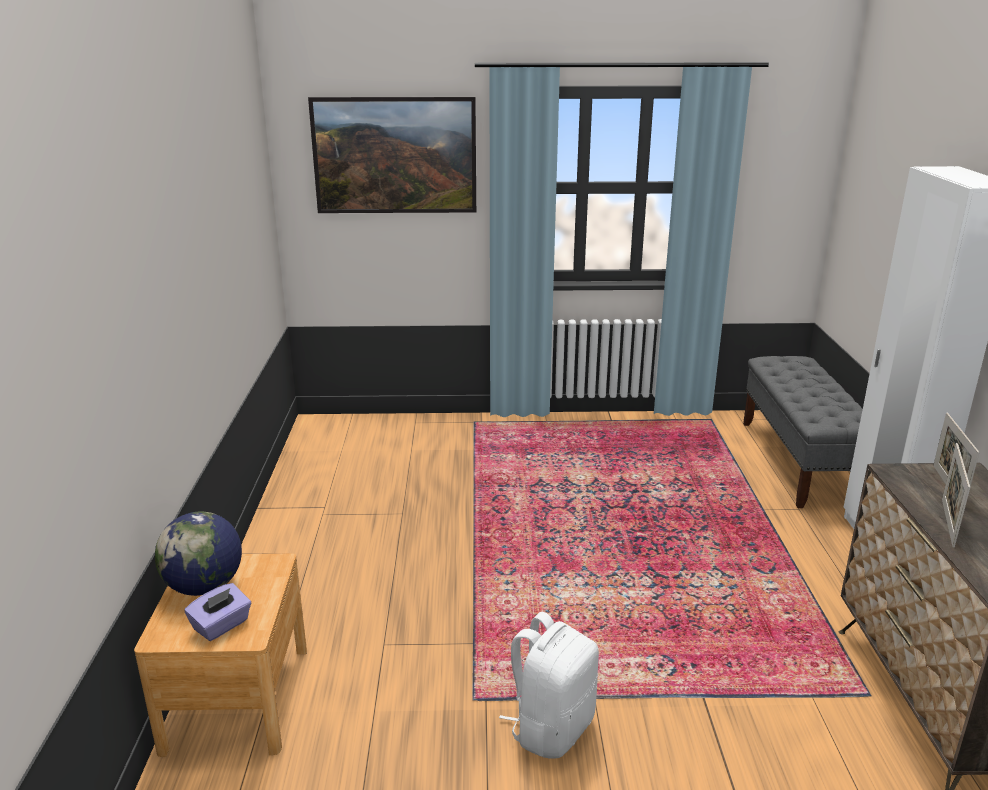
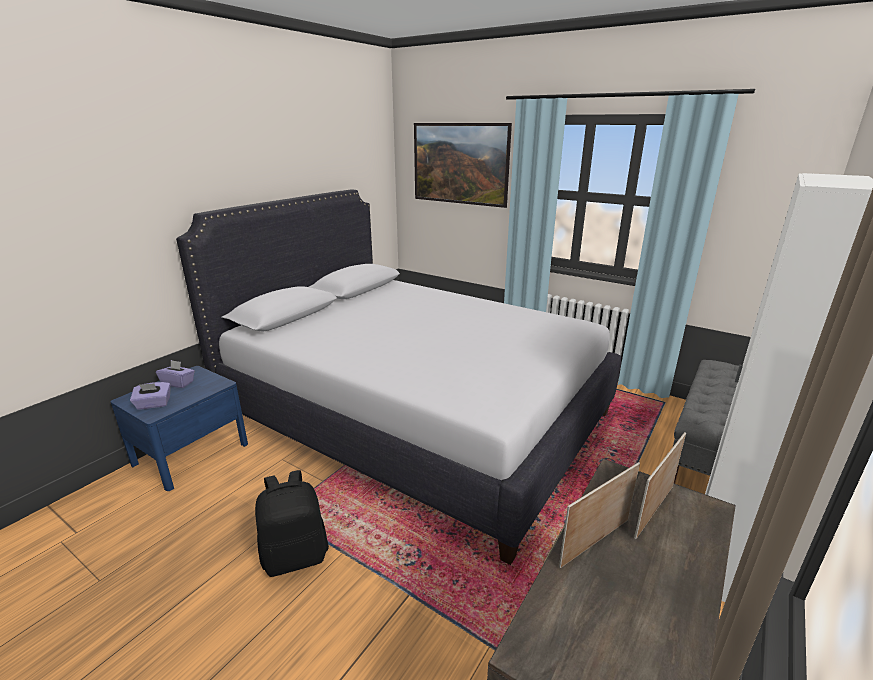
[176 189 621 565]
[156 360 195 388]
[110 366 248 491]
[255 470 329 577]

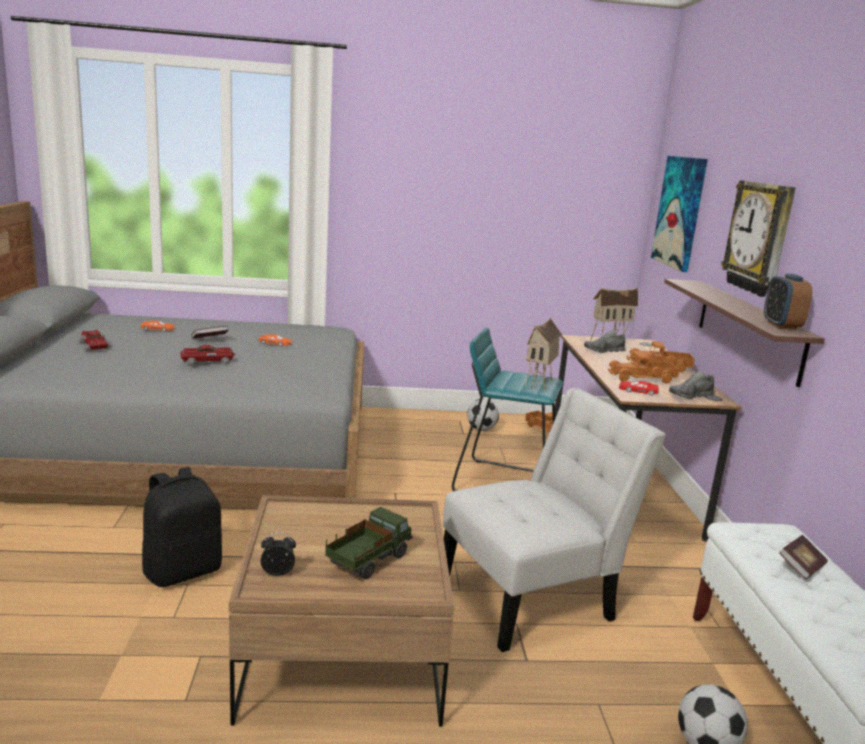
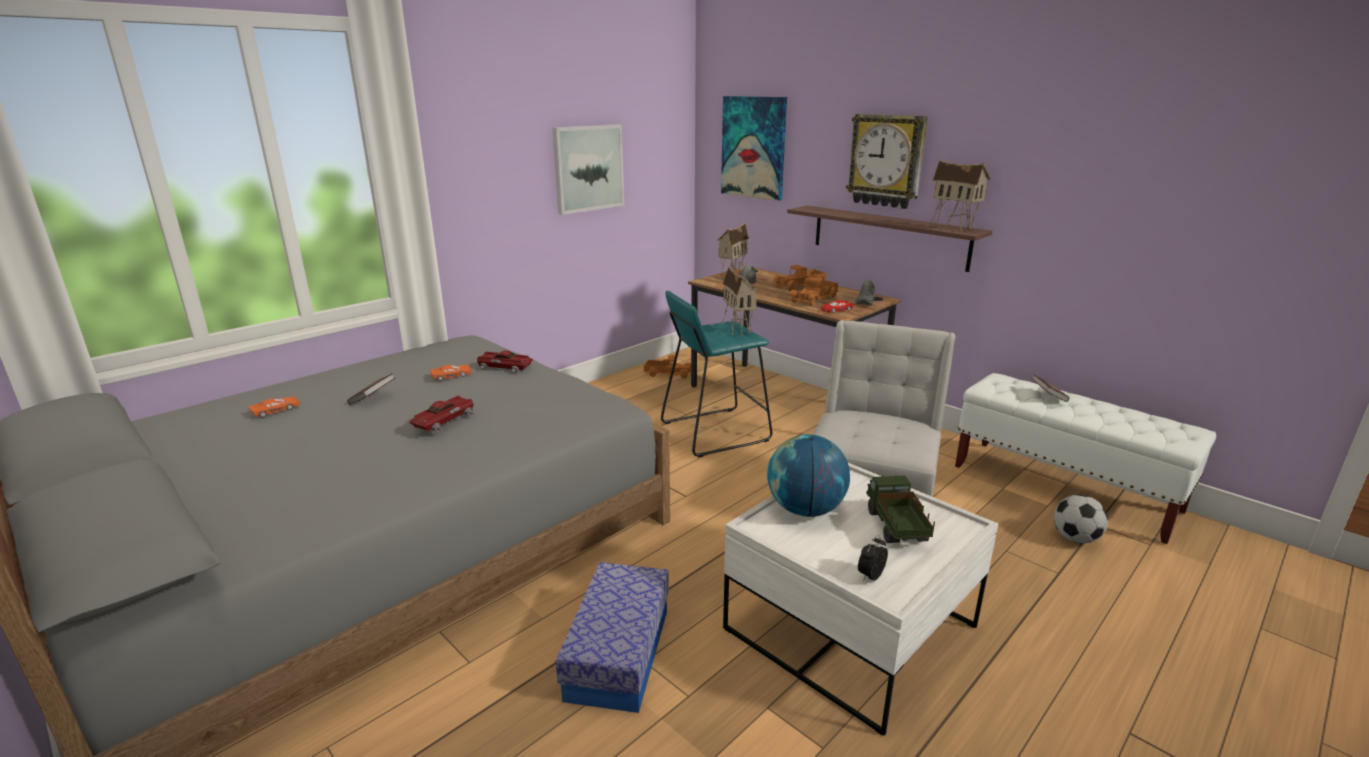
[467 399 499 431] (first image)
[552 124 624 215]
[767 434 850 517]
[477 350 533 373]
[556 562 669 713]
[929 160 991 232]
[723 463 998 736]

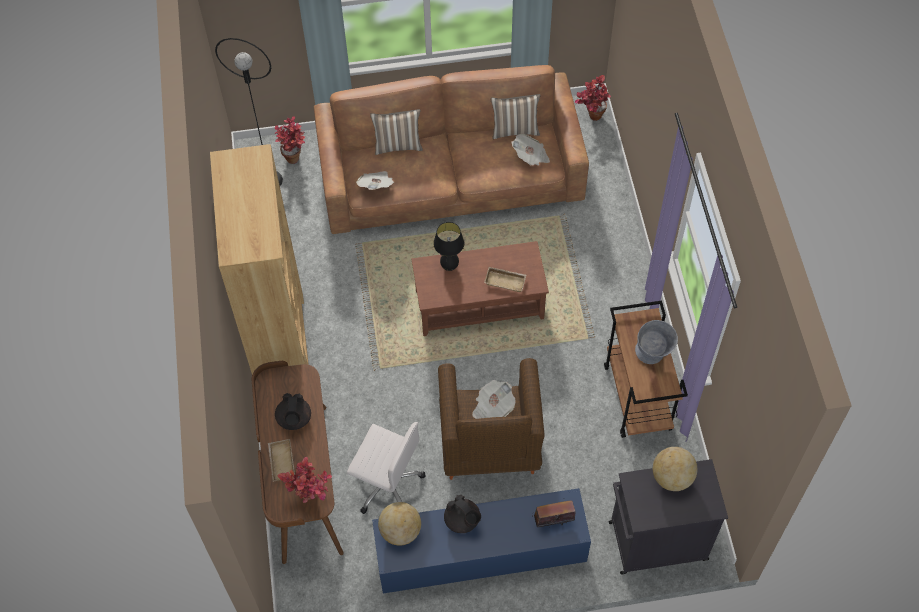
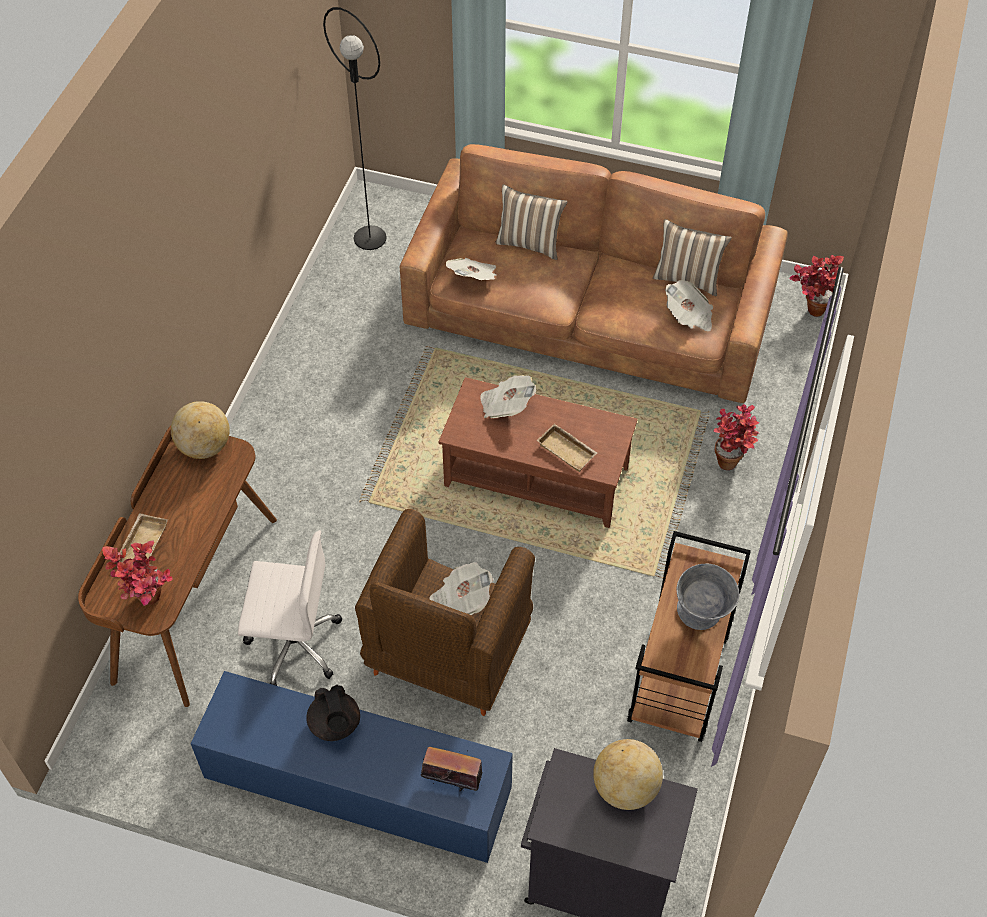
[210 144 309 375] (first image)
[275 393 311 430] (first image)
[713 404 759 470]
[171 401 230 459]
[480 375 536 418]
[238 530 342 686]

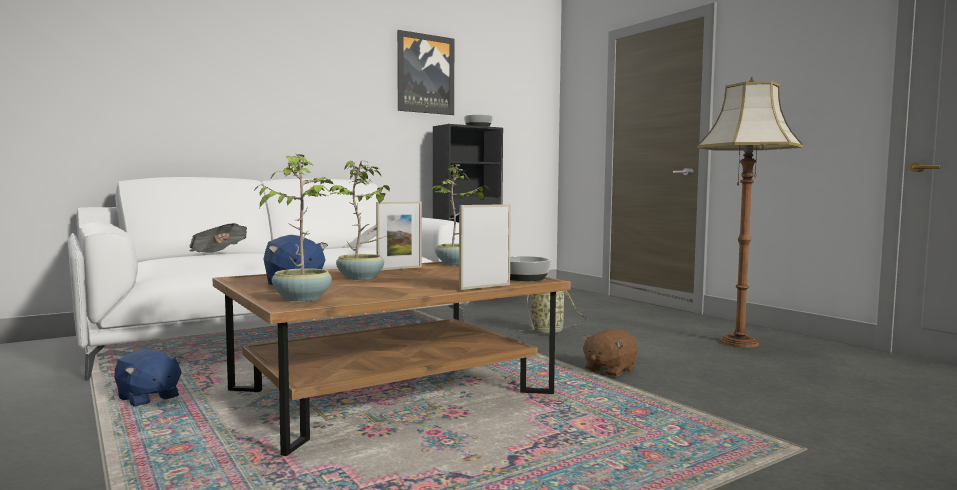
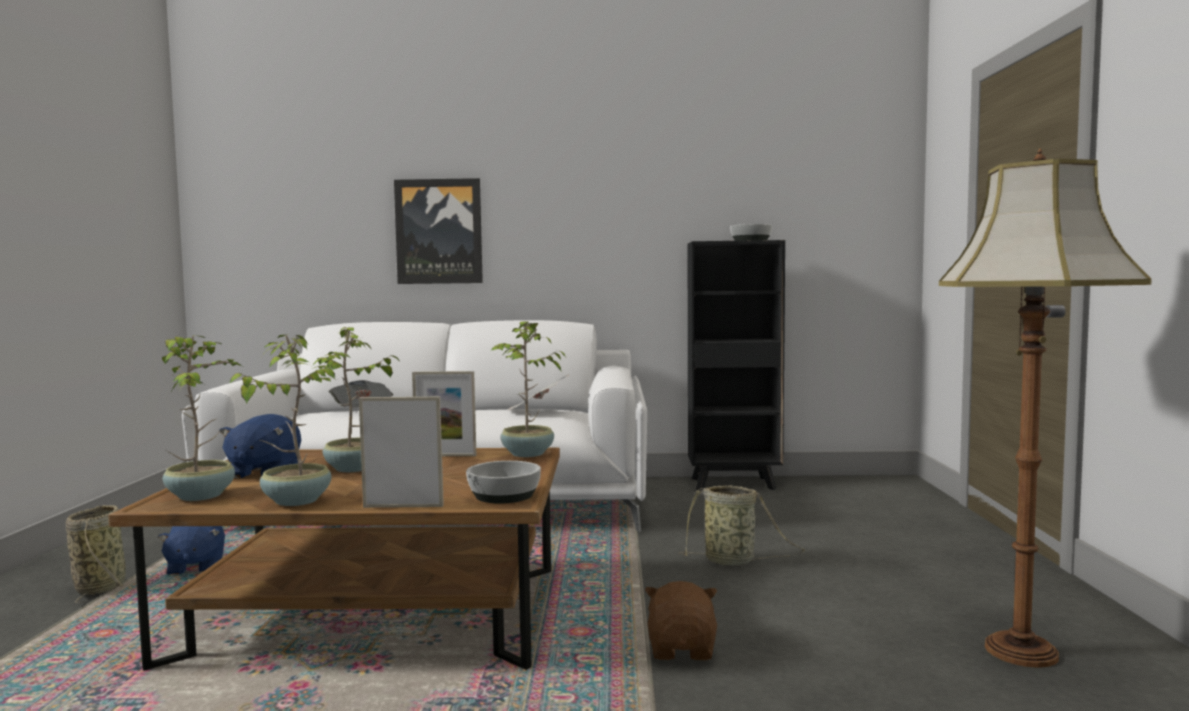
[66 505 126 604]
[229 334 337 506]
[394 178 483 284]
[645 581 717 661]

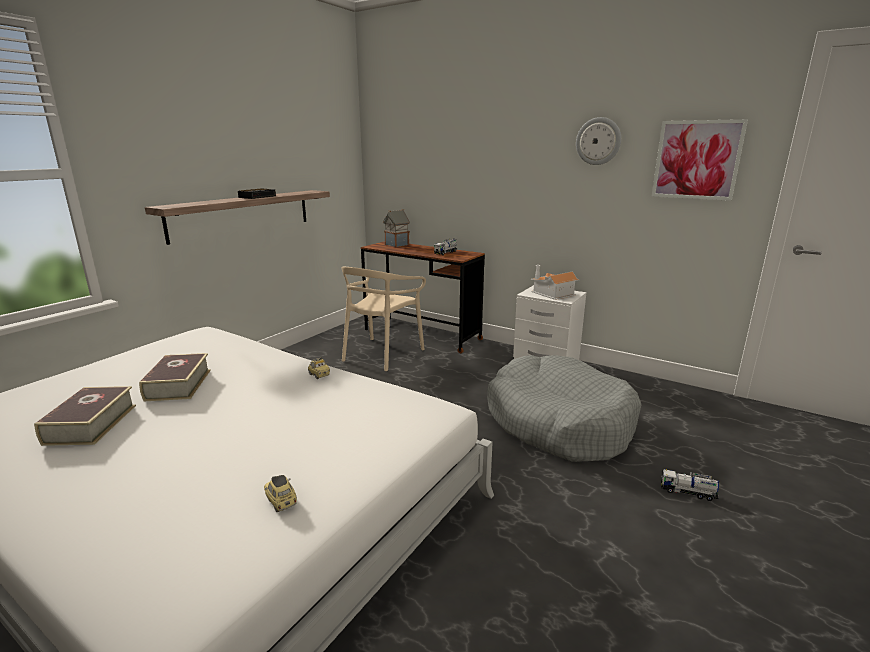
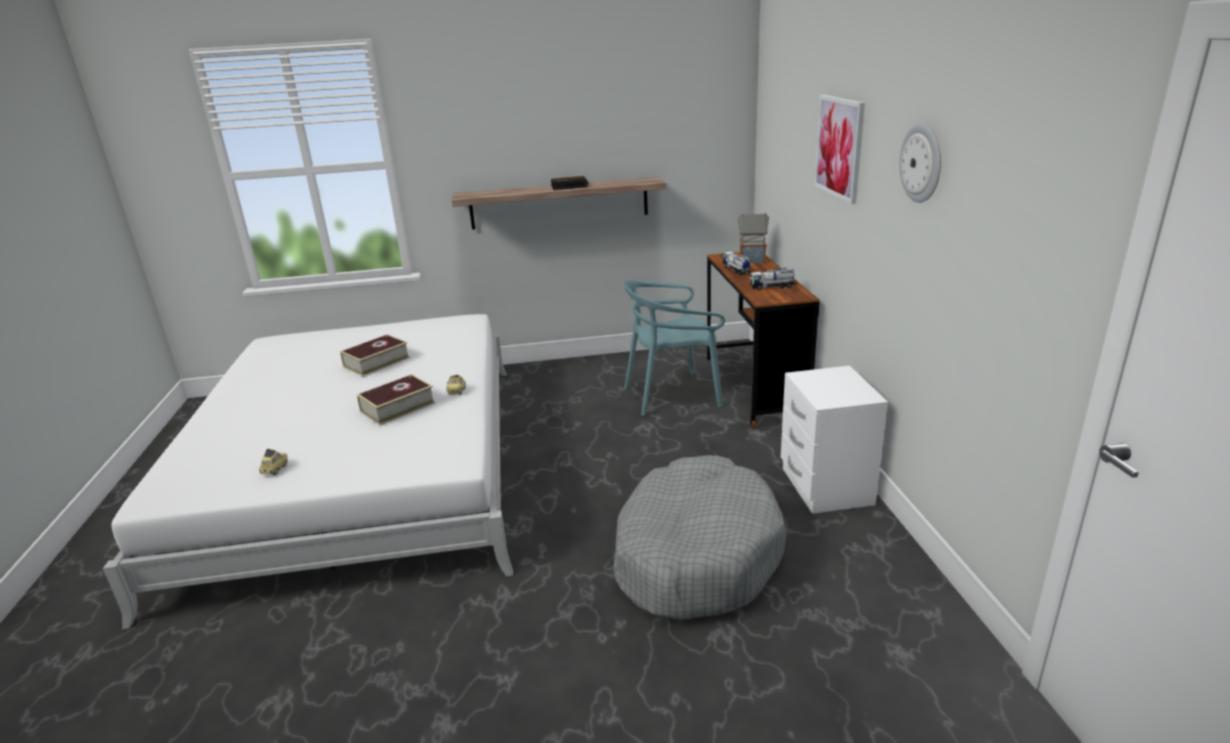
[530 265 579 300] (first image)
[357 375 435 425]
[814 95 865 204]
[723 251 751 275]
[623 280 725 416]

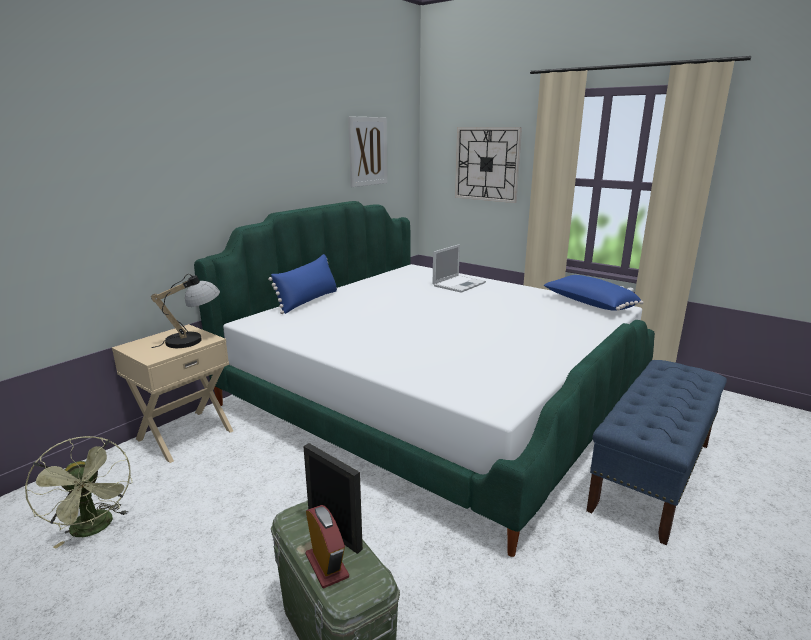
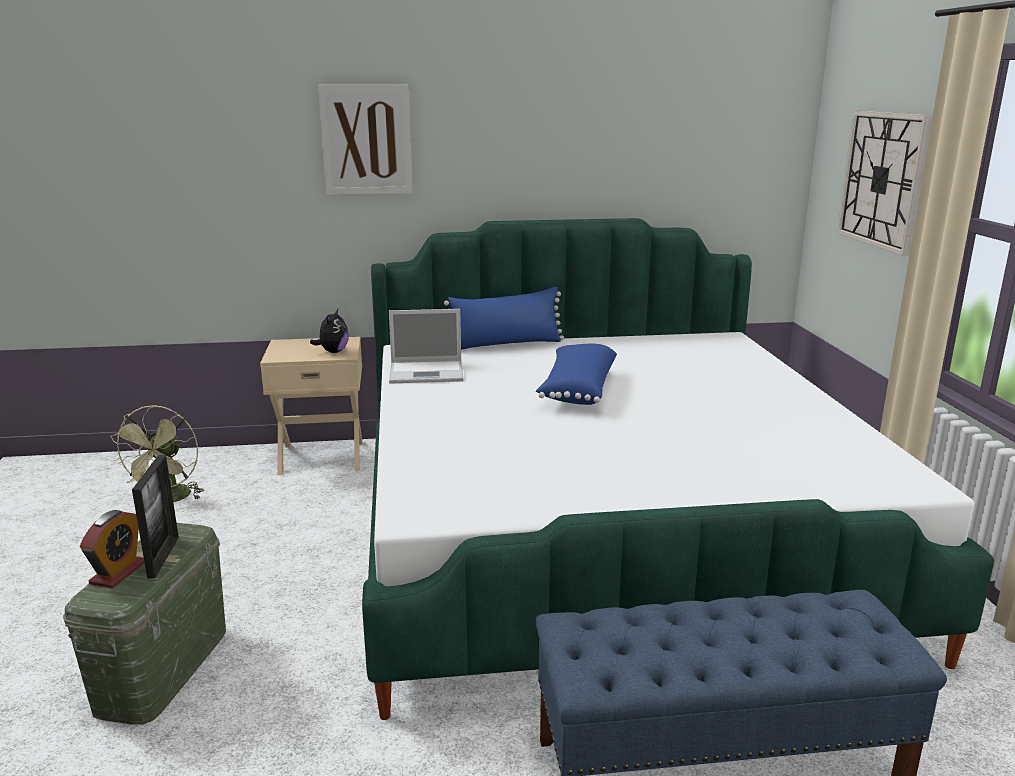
[318 85 413 195]
[389 309 463 384]
[536 344 617 405]
[310 309 349 353]

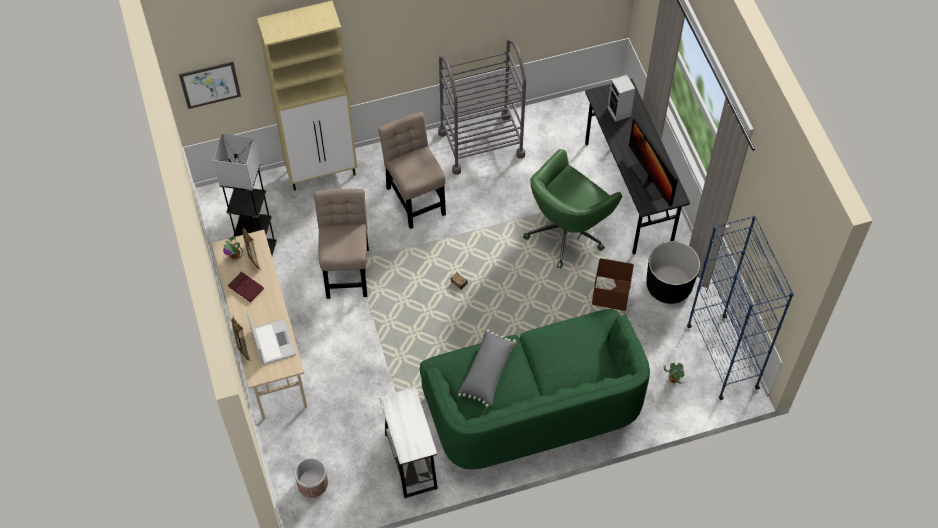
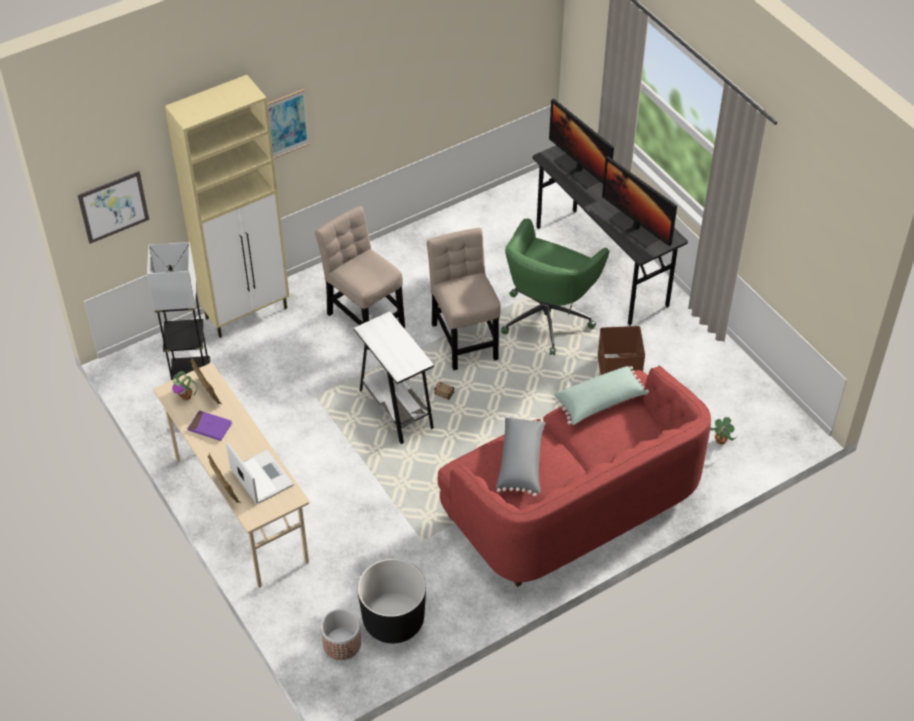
[438 39 526 175] (first image)
[687 215 794 400] (first image)
[267 89 310 159]
[552 366 649 425]
[427 228 500 370]
[354 312 434 444]
[357 559 426 643]
[549 99 614 189]
[187 410 232 441]
[438 365 711 587]

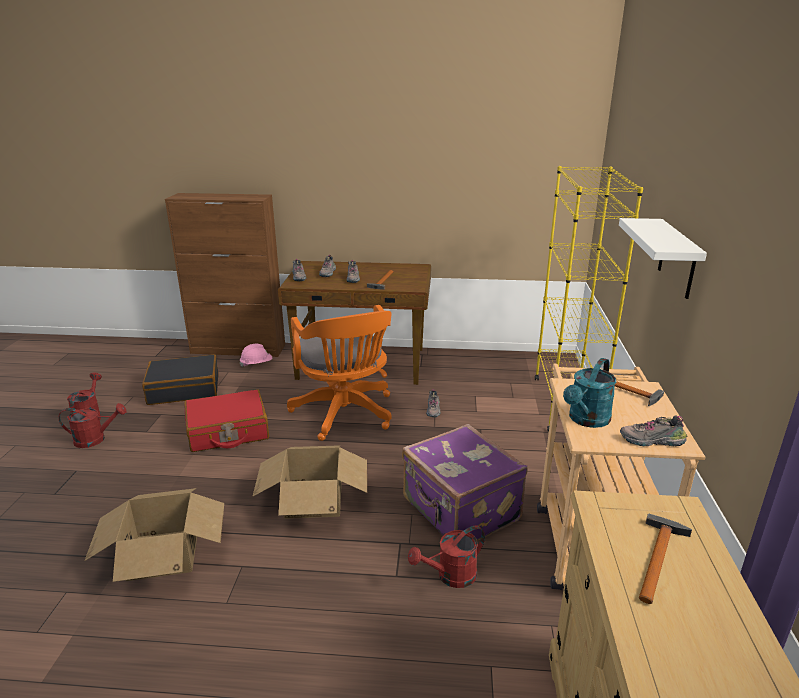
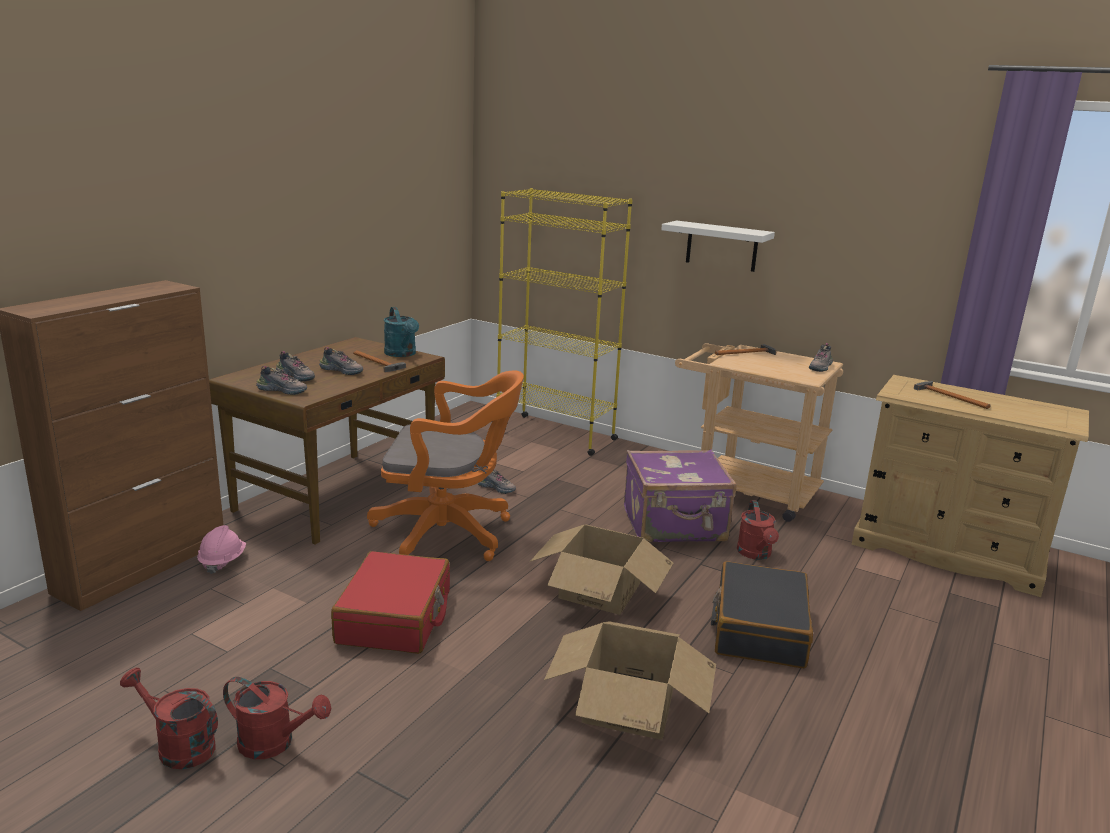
[711 561 813 668]
[384 307 419 357]
[223 677 331 759]

